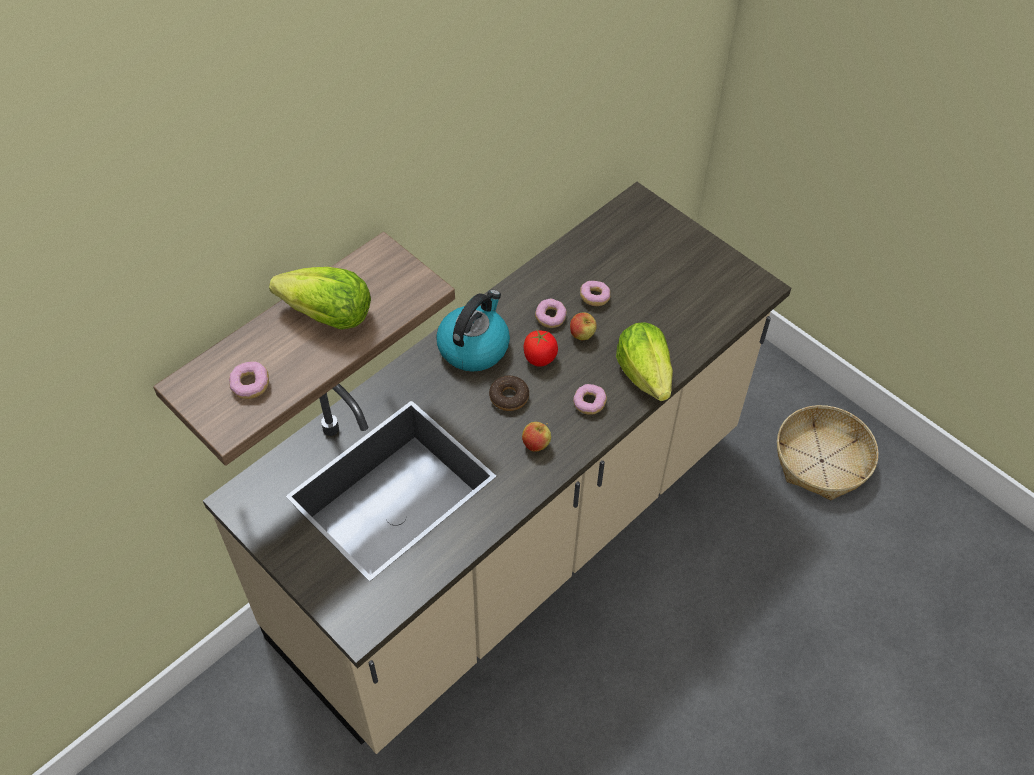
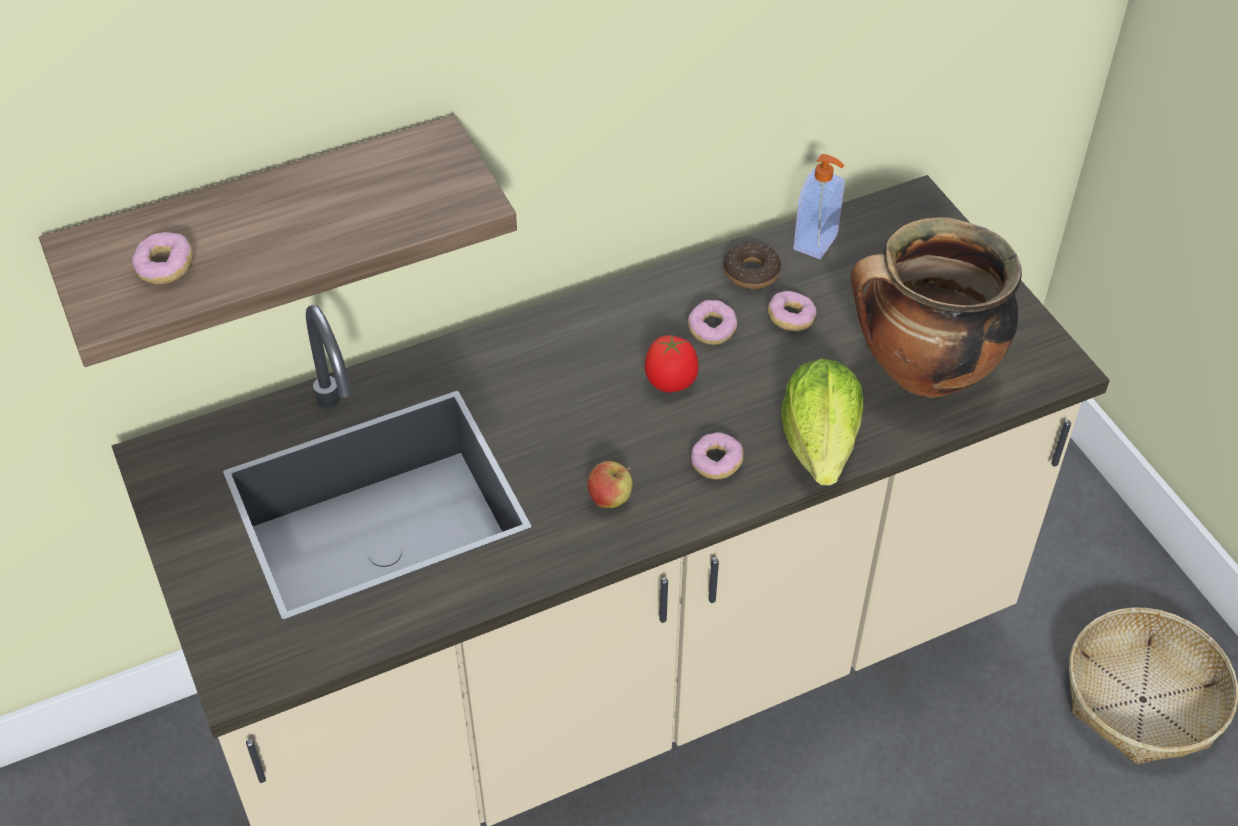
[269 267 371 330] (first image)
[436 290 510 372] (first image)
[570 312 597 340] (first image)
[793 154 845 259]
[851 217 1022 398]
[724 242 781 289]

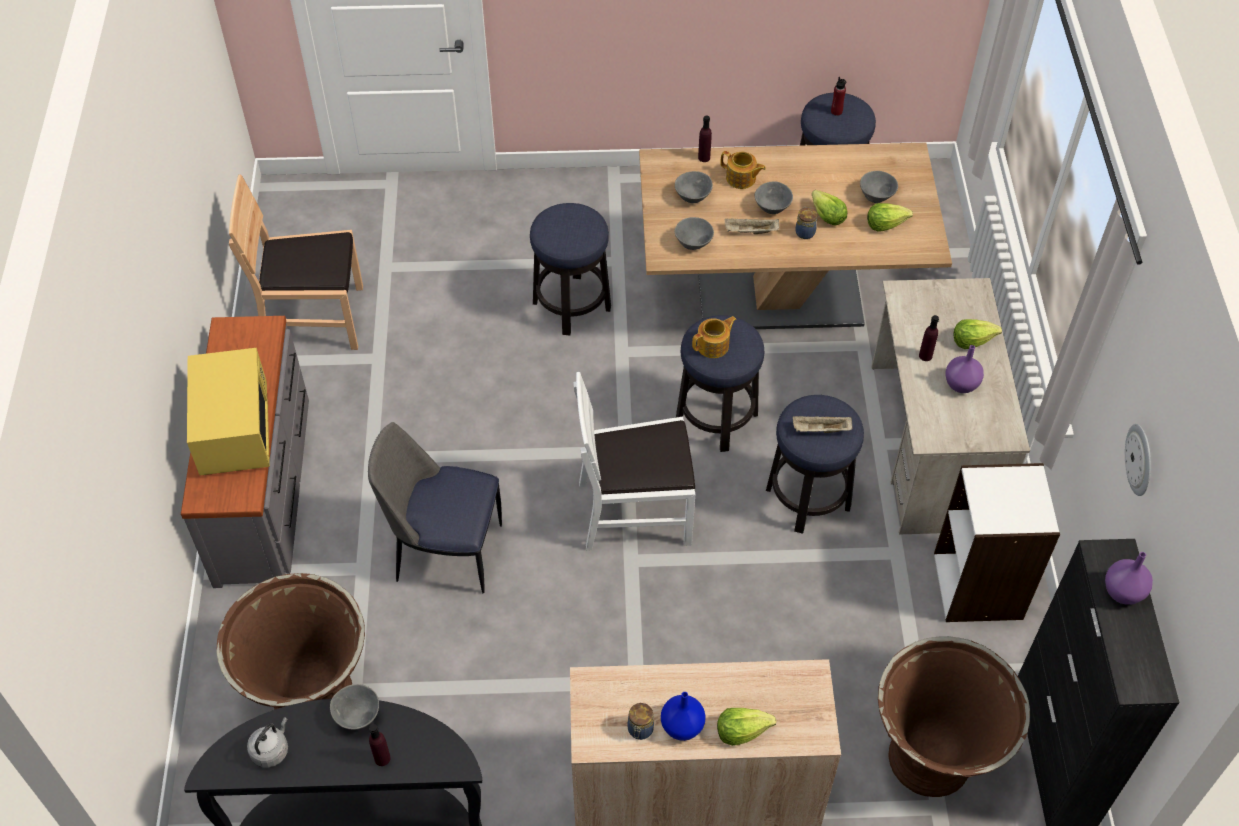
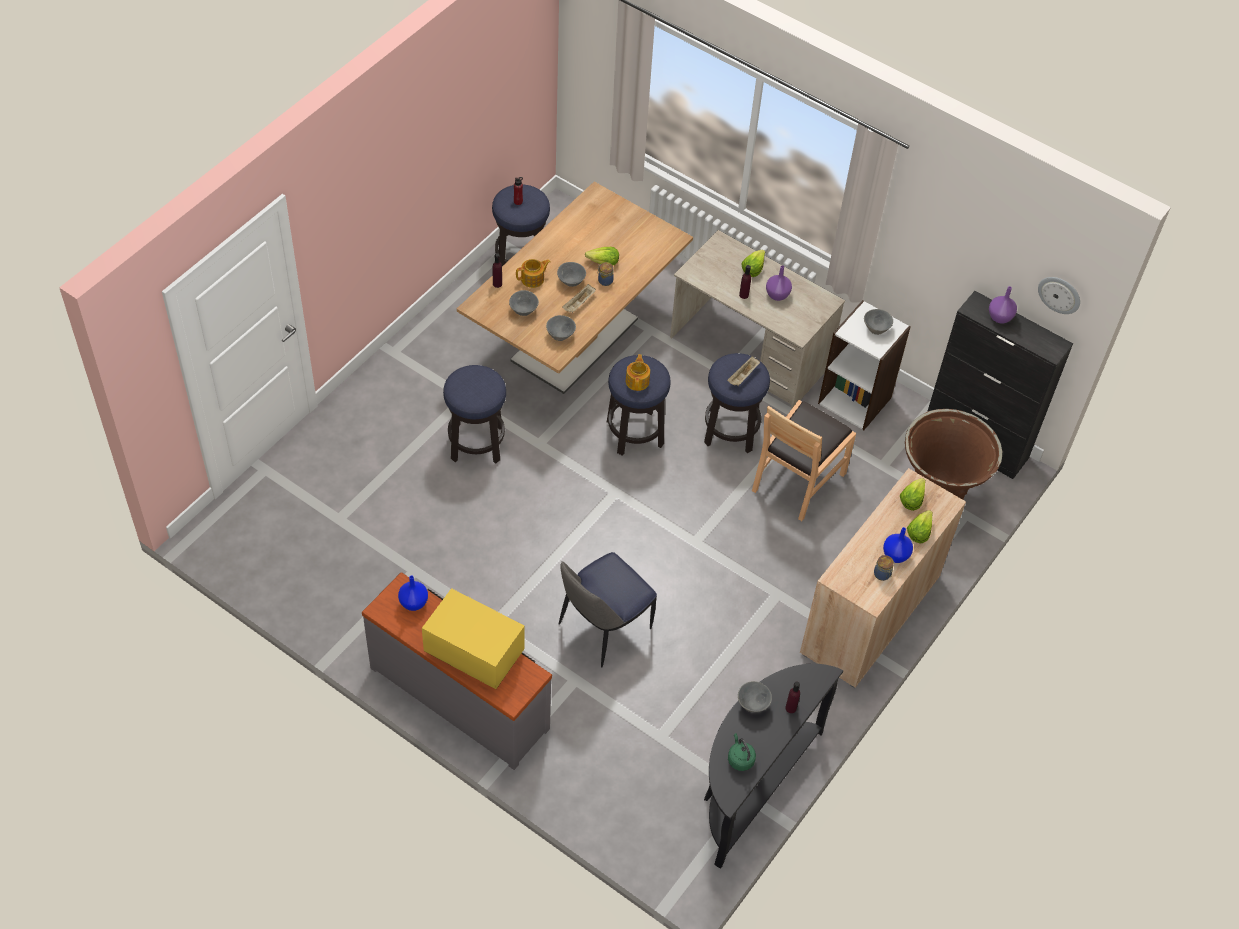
[216 573 365 710] (first image)
[573 372 695 550] (first image)
[398 575 428 611]
[752 400 856 521]
[864 309 893 335]
[900 478 926 511]
[1038 277 1080 314]
[728 733 756 771]

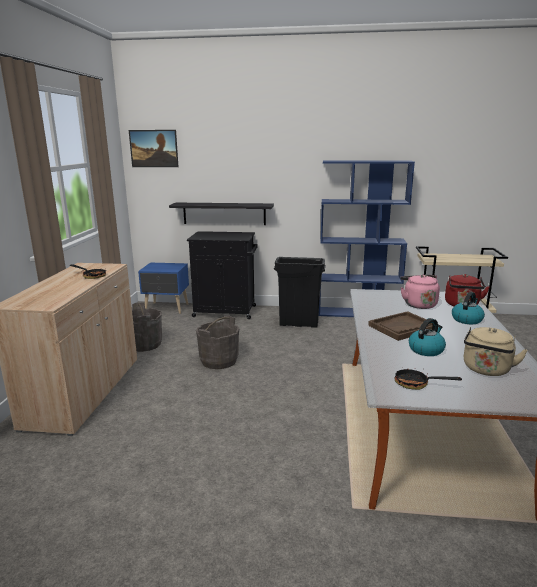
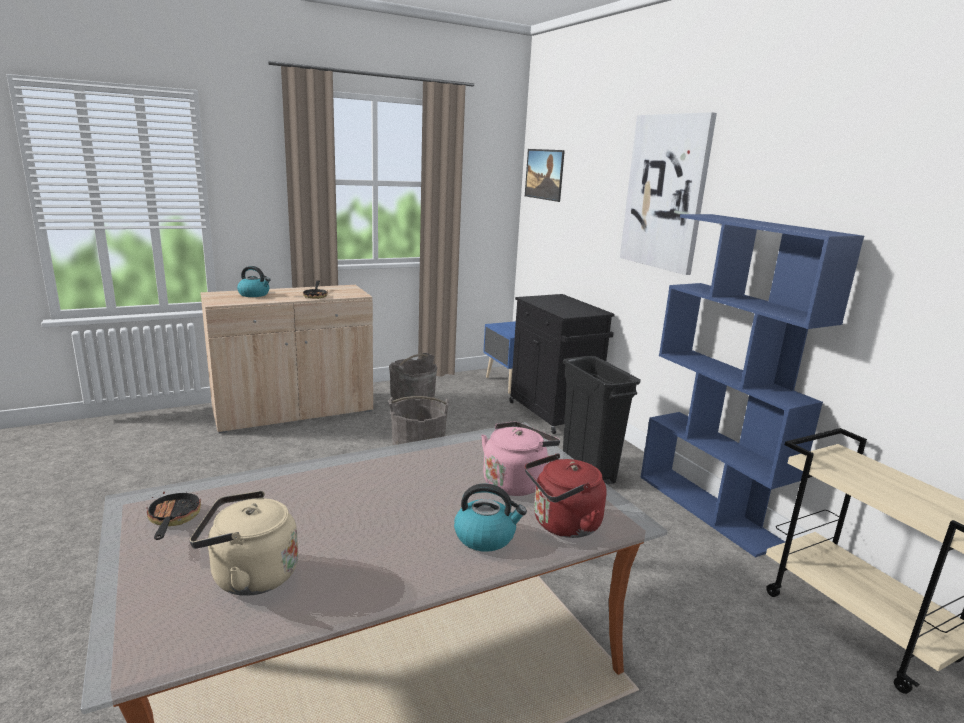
[169 203 274 225] (first image)
[368 311 439 341] (first image)
[620 112 717 275]
[237 266 271 297]

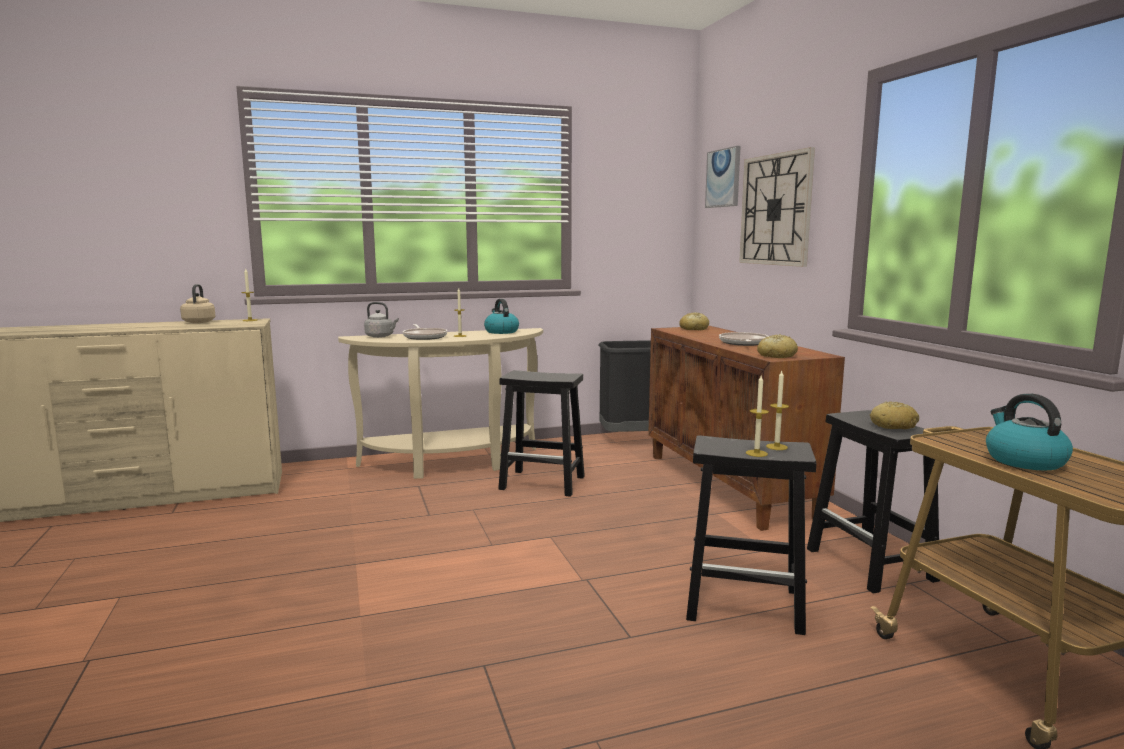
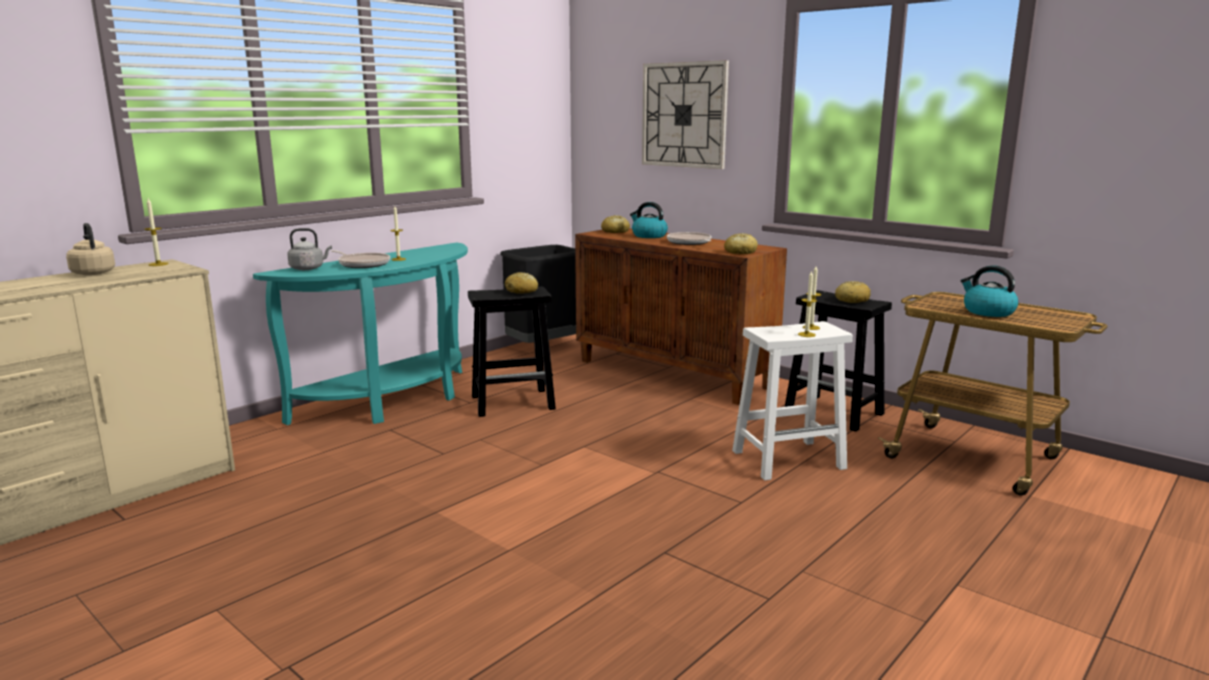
[705 146 741 208] (first image)
[505 272 538 294]
[630 202 668 238]
[253 242 468 425]
[732 321 853 481]

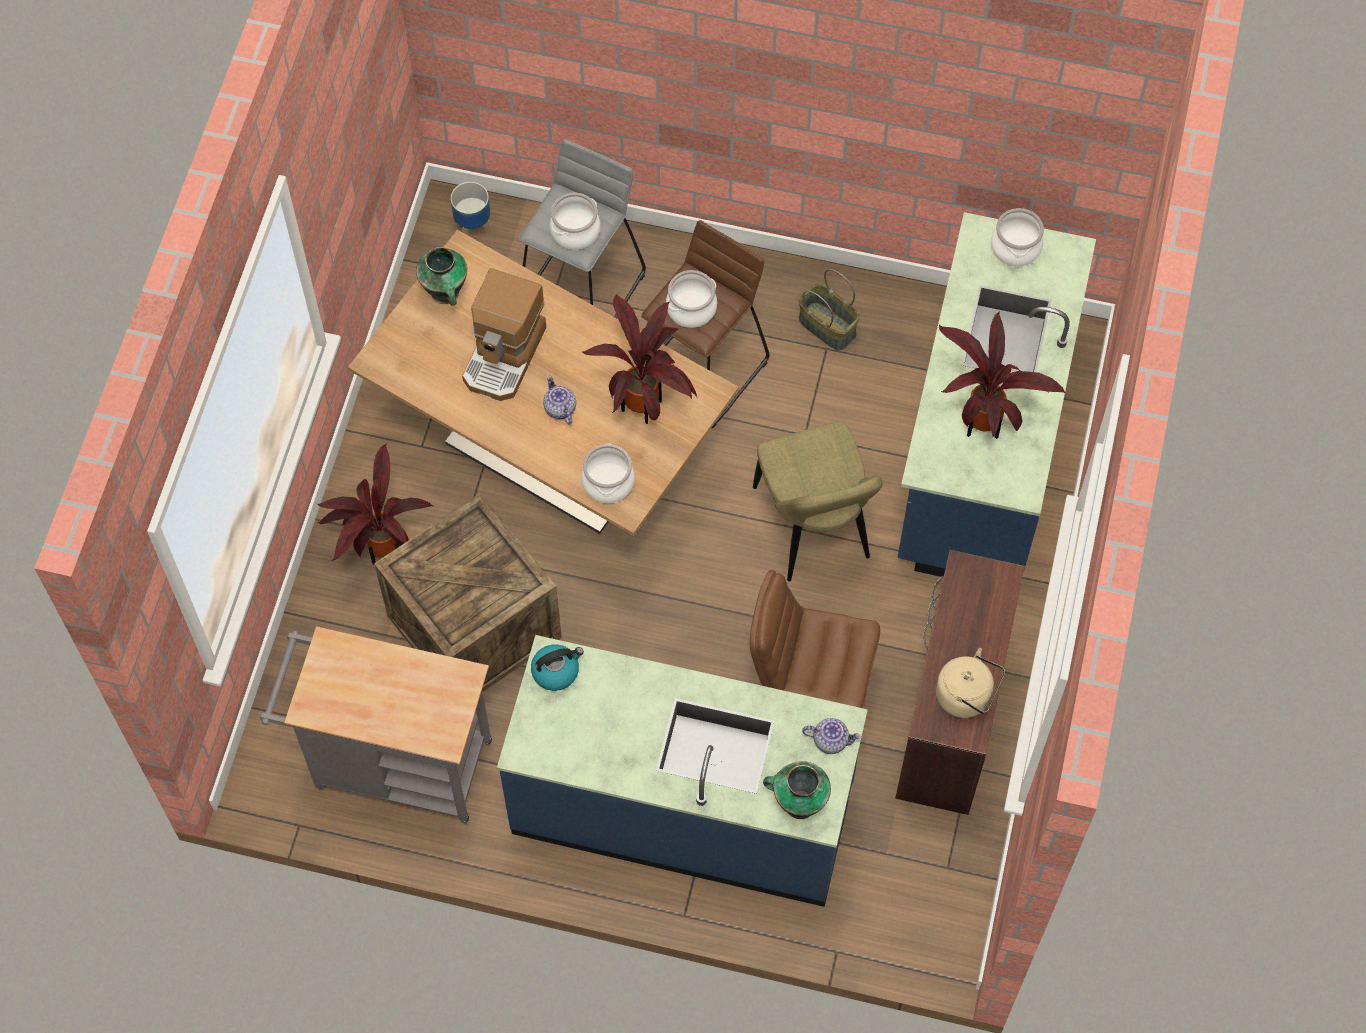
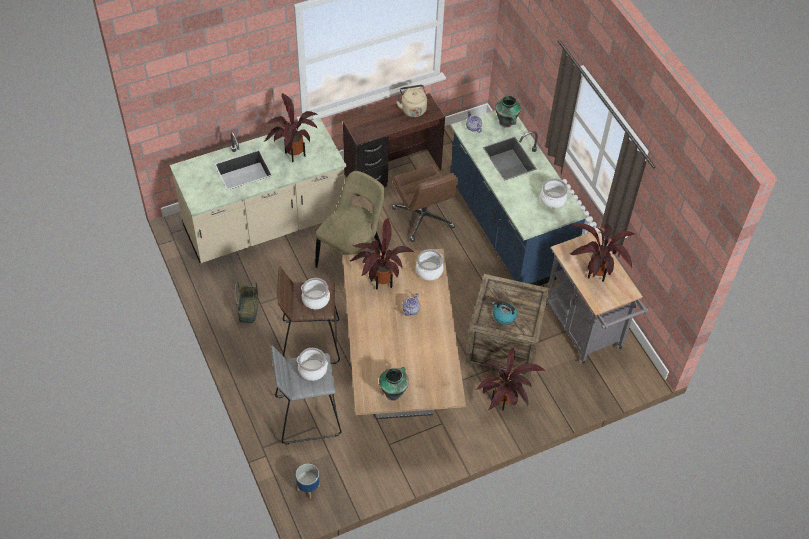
[462 268 546 401] (first image)
[569 223 635 282]
[491 301 517 325]
[540 178 568 209]
[170 118 346 263]

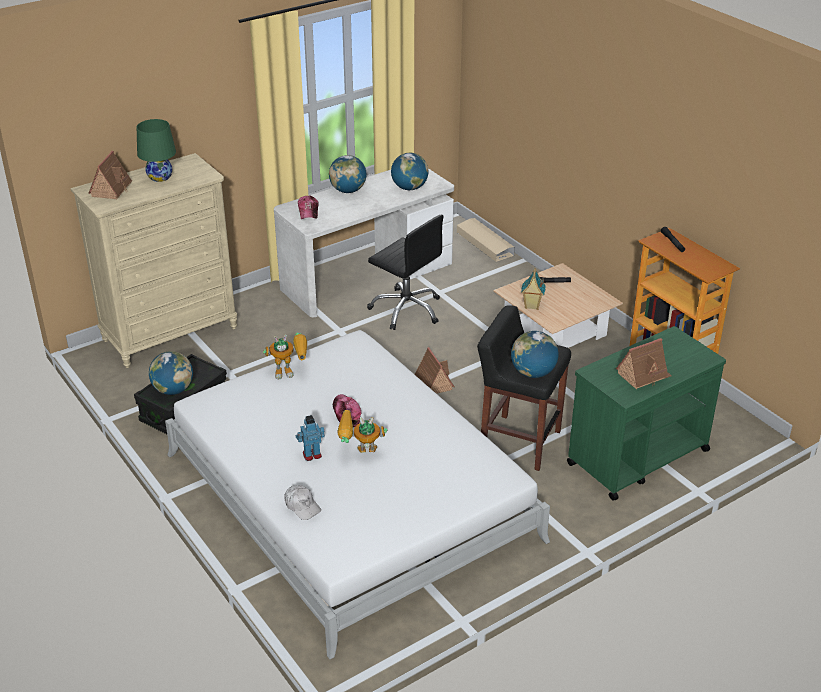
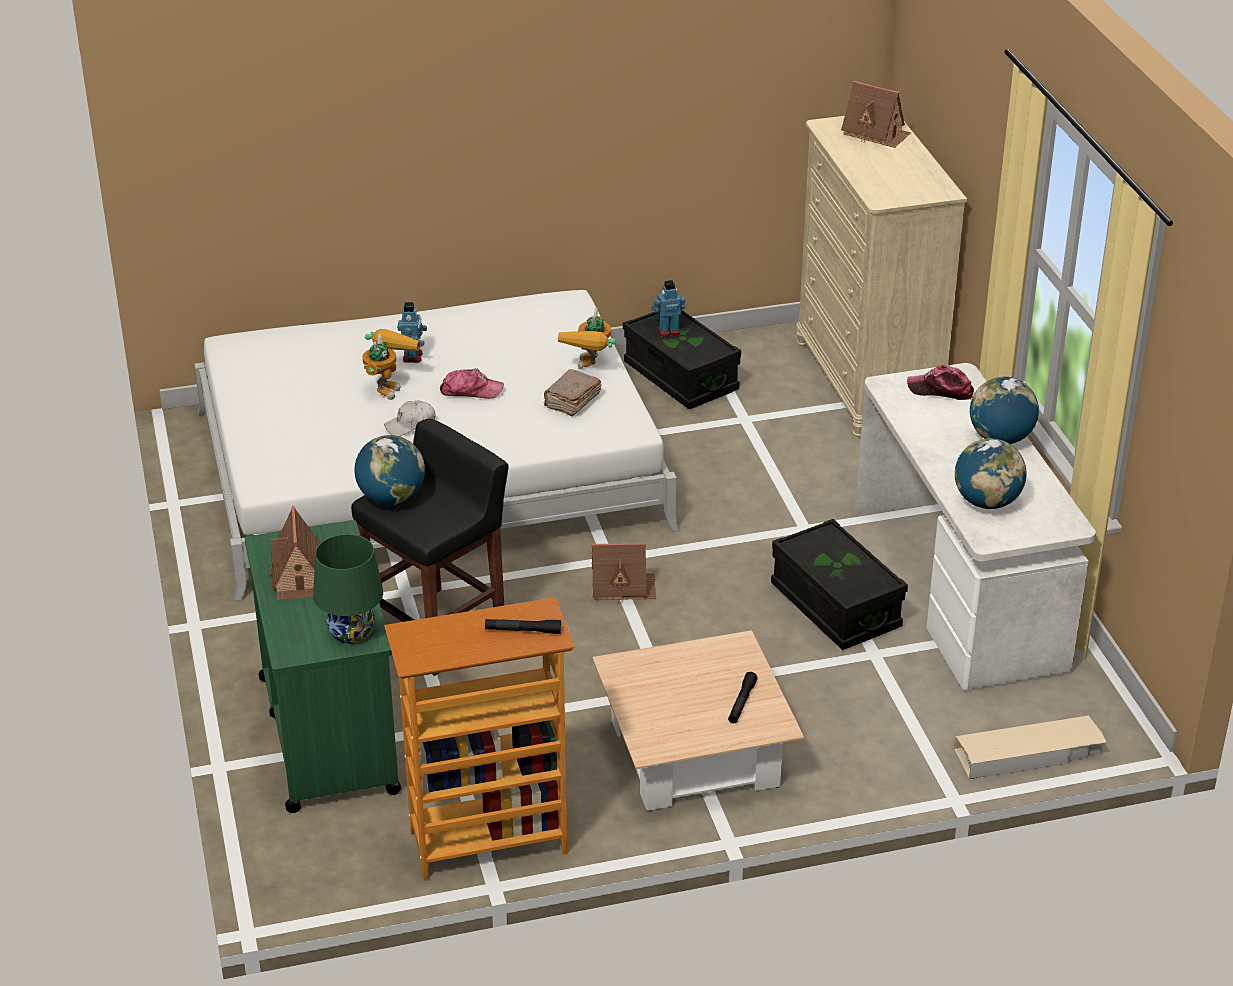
[521 268 546 310] (first image)
[544 369 602 416]
[313 534 383 644]
[384 400 436 436]
[651 280 685 337]
[771 519 908 650]

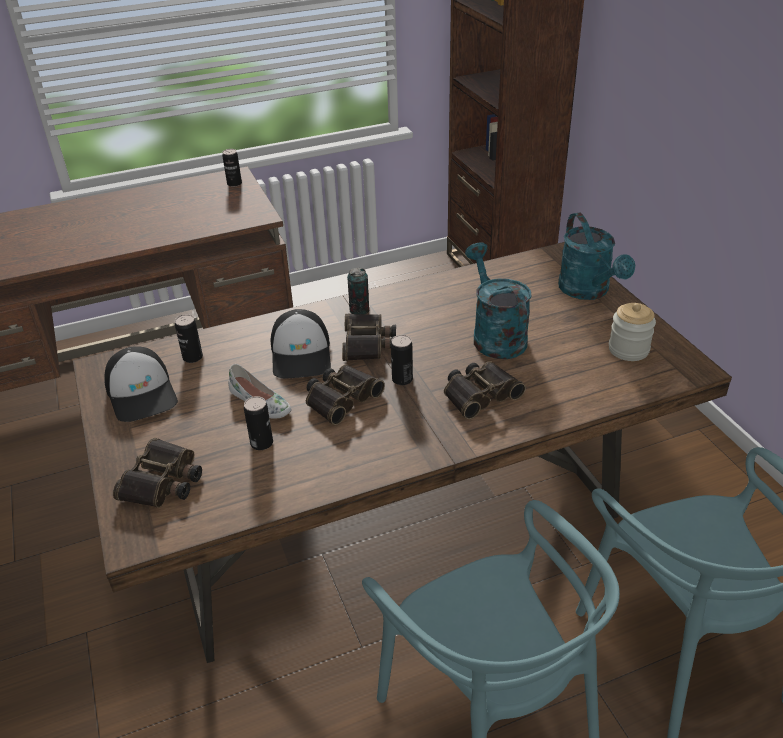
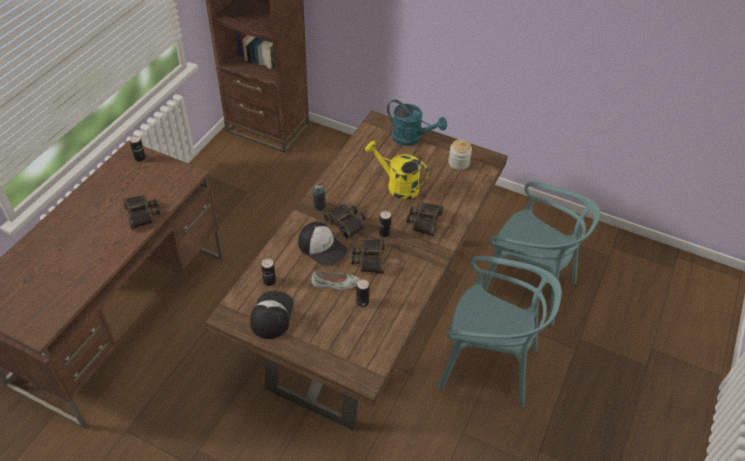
[122 195 160 229]
[365 141 429 200]
[250 291 293 339]

